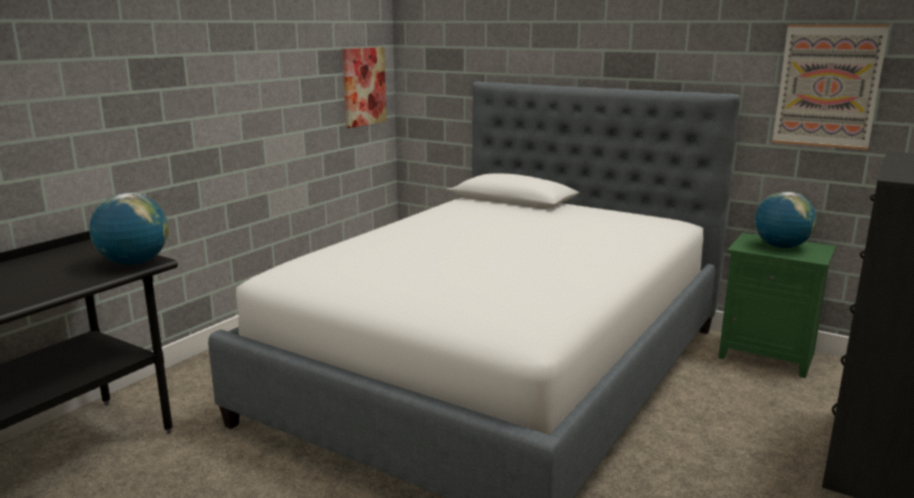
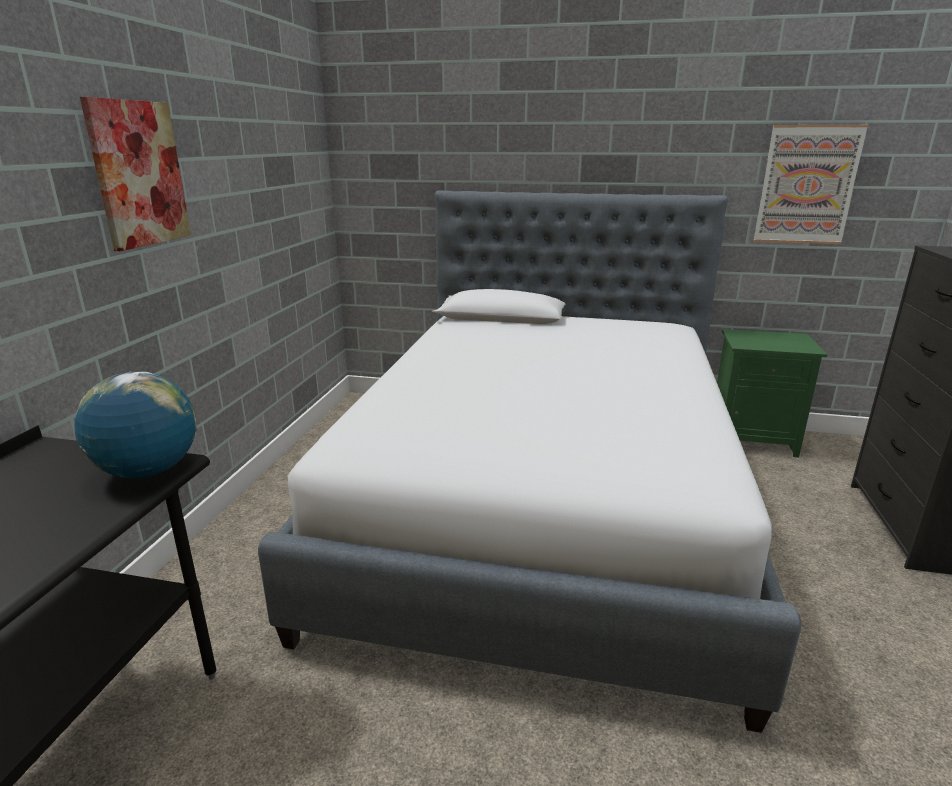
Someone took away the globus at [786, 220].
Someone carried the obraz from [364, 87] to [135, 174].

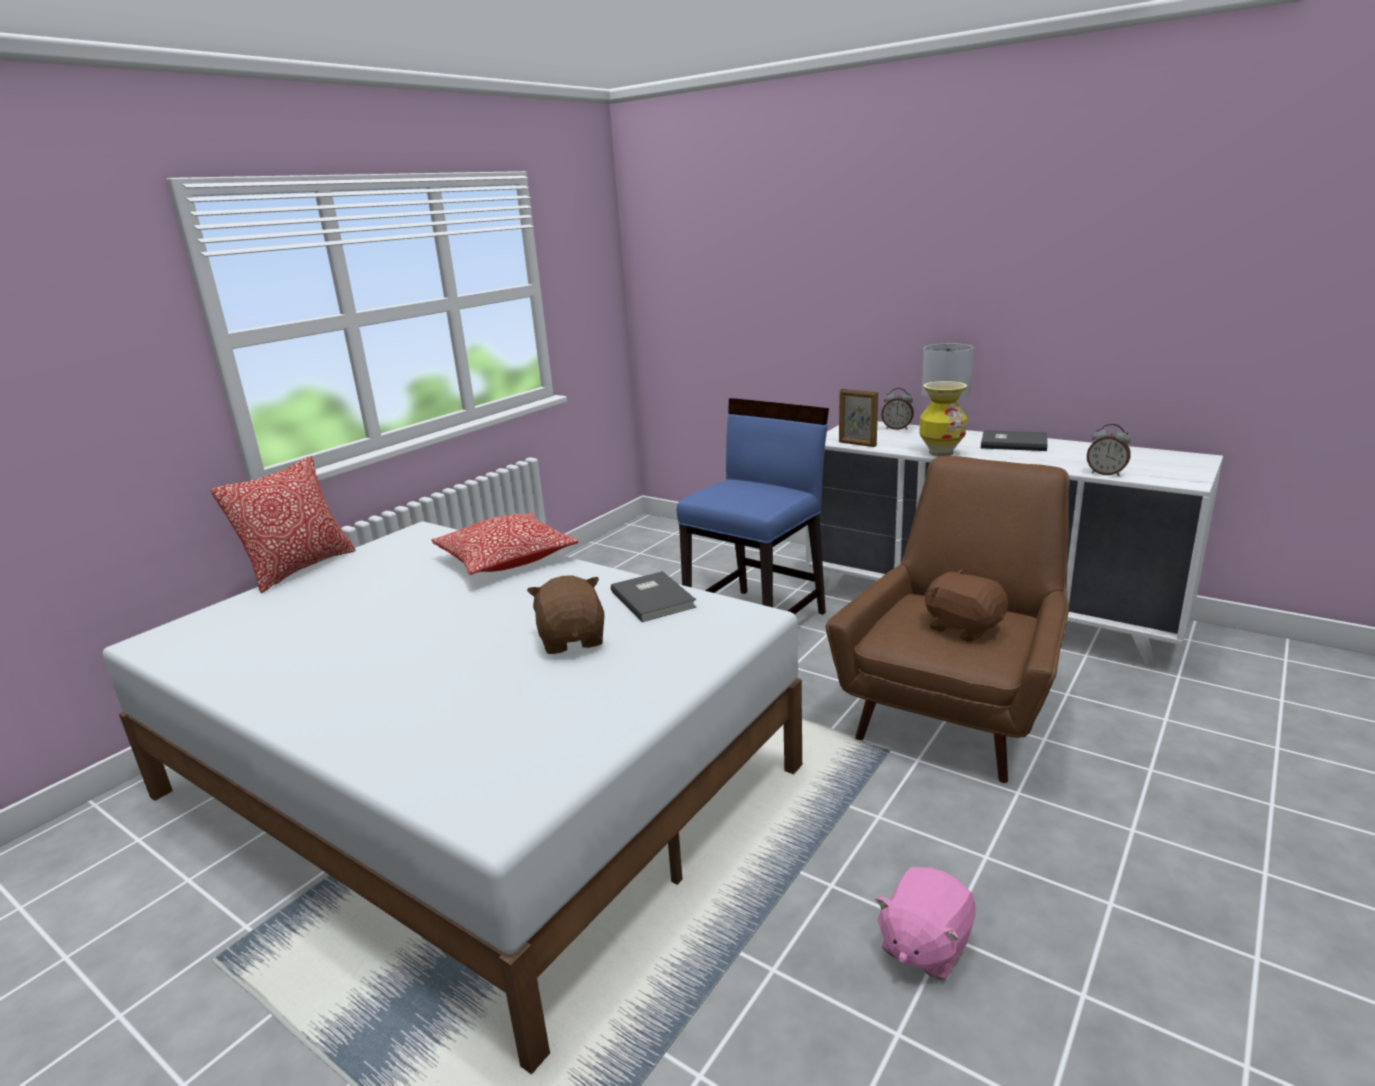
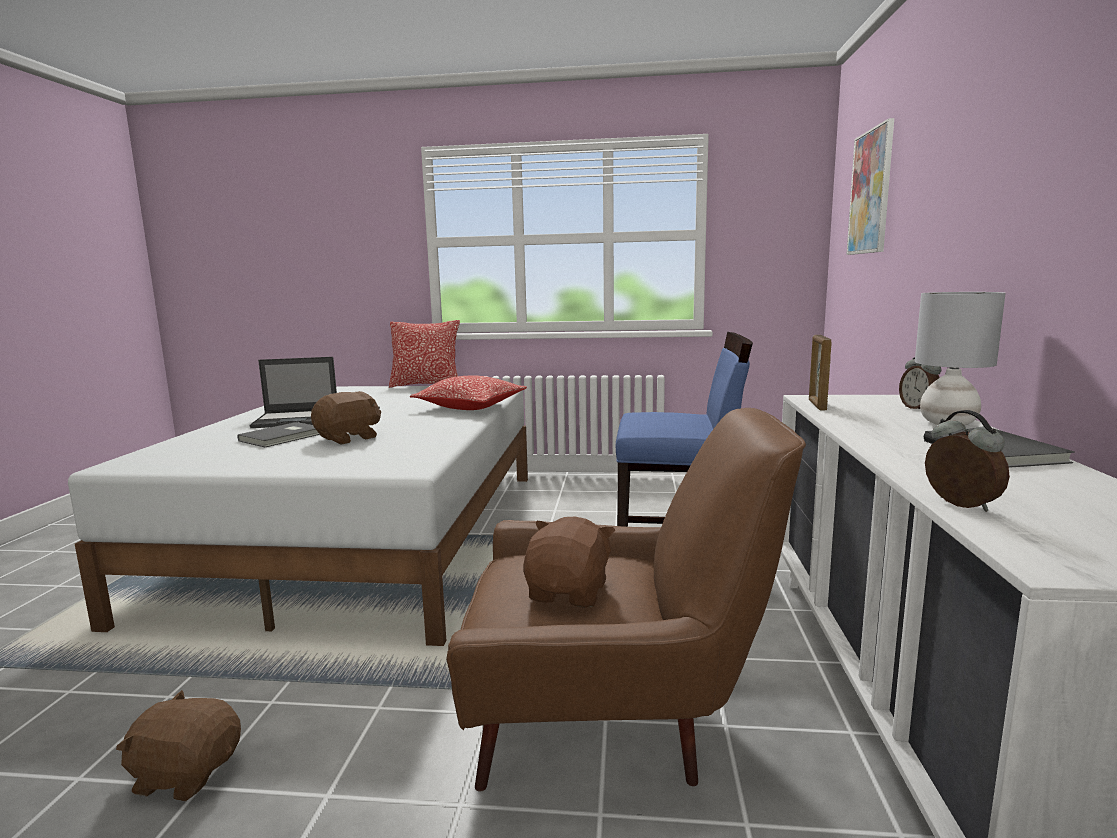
Someone took away the wazon at [943, 419].
Someone put down the laptop at [293, 392].
Someone put up the obraz at [870, 186].
Someone carried the książka (szary) from [653, 596] to [279, 434].
Someone repainted the pluszak (różowy) at [925, 923], which became the pluszak (brązowy) at [178, 745].
Someone rotated the budzik at [1109, 450] by 150 degrees clockwise.

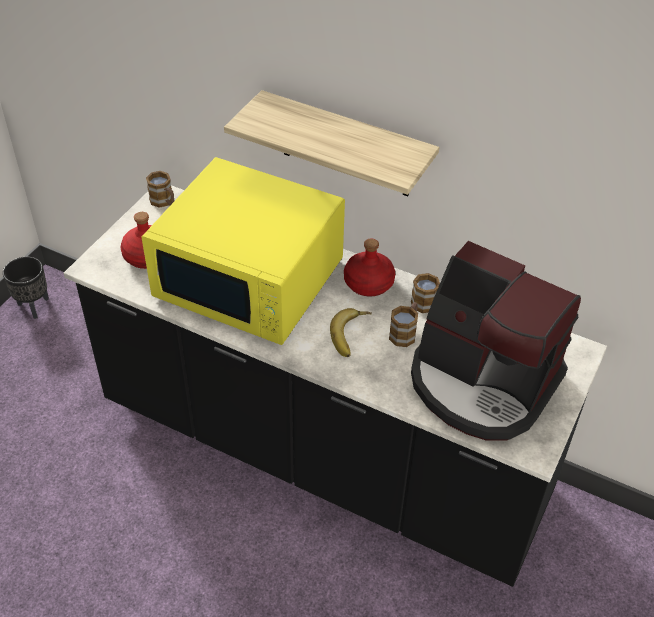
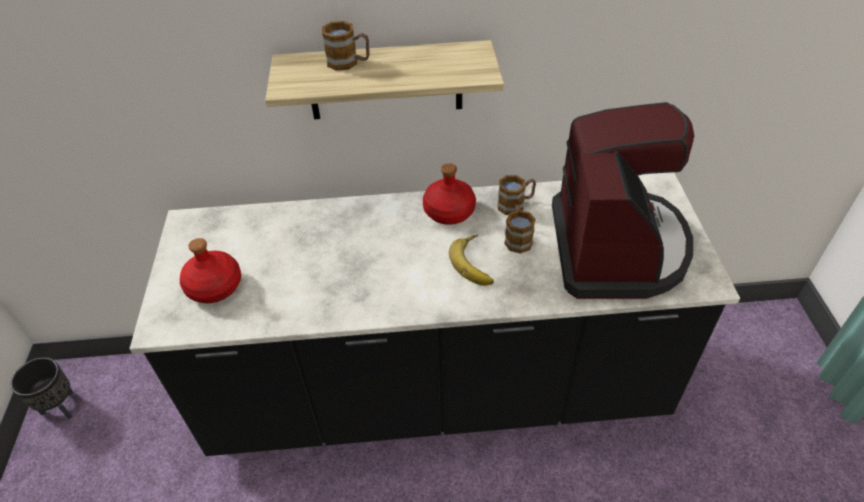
Someone took away the mikrofalówka (żółty) at [243, 251].
Someone carried the kubek from [160, 189] to [345, 46].
Someone rotated the ekspres do kawy at [496, 341] by 90 degrees counterclockwise.

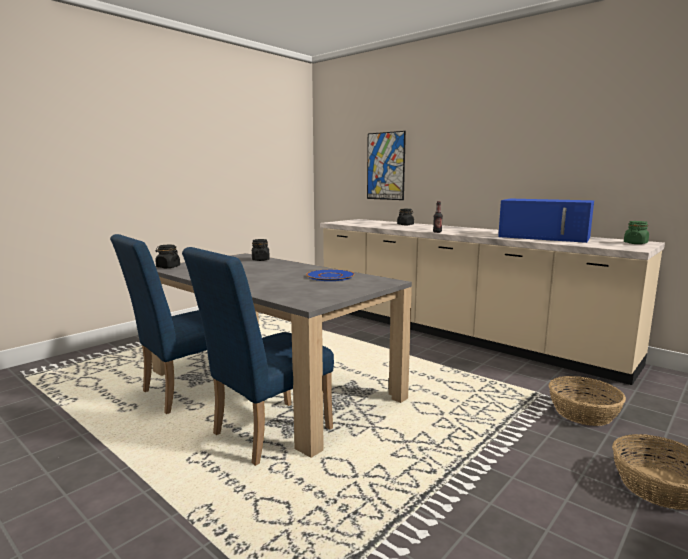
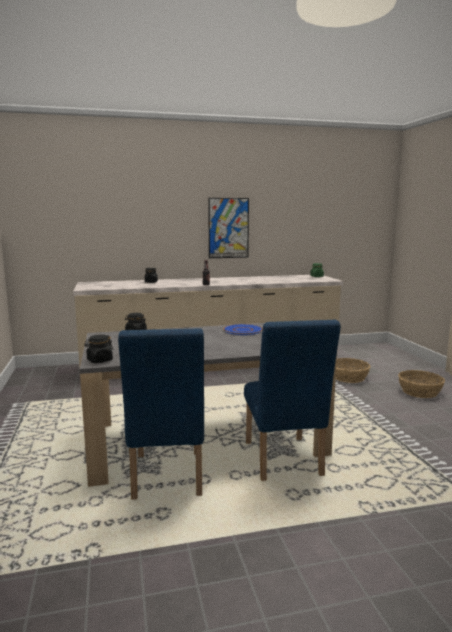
Someone took away the mikrofalówka (niebieski) at [546, 221].
Someone carried the obraz from [386, 165] to [228, 228].

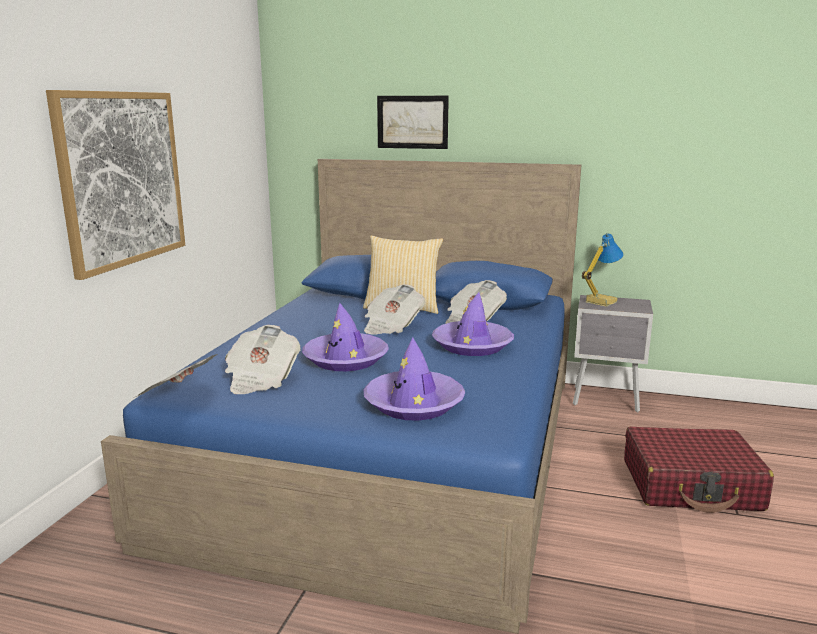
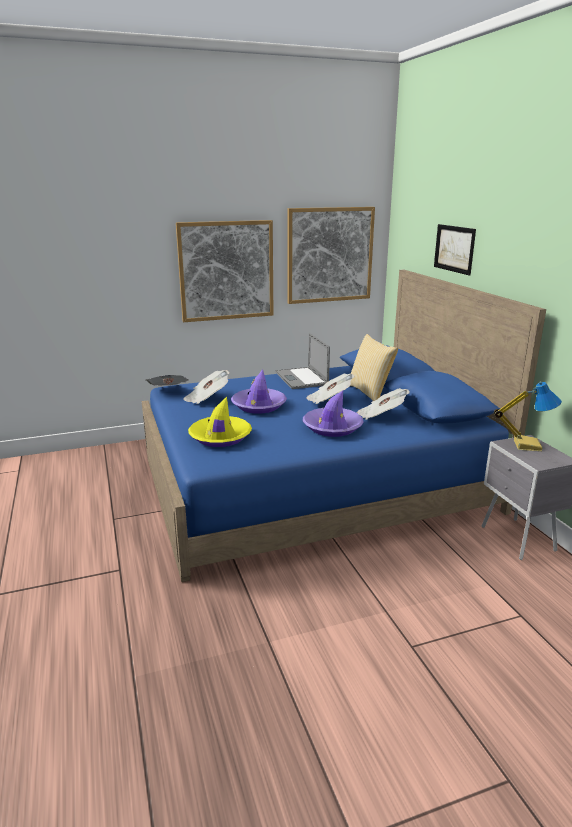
Someone took away the walizka (czerwony) at [699, 469].
Someone put down the laptop at [302, 361].
Someone put up the obraz at [331, 255].
Someone repainted the kapelusz (fioletowy) at [414, 379], which became the kapelusz (żółty) at [220, 422].

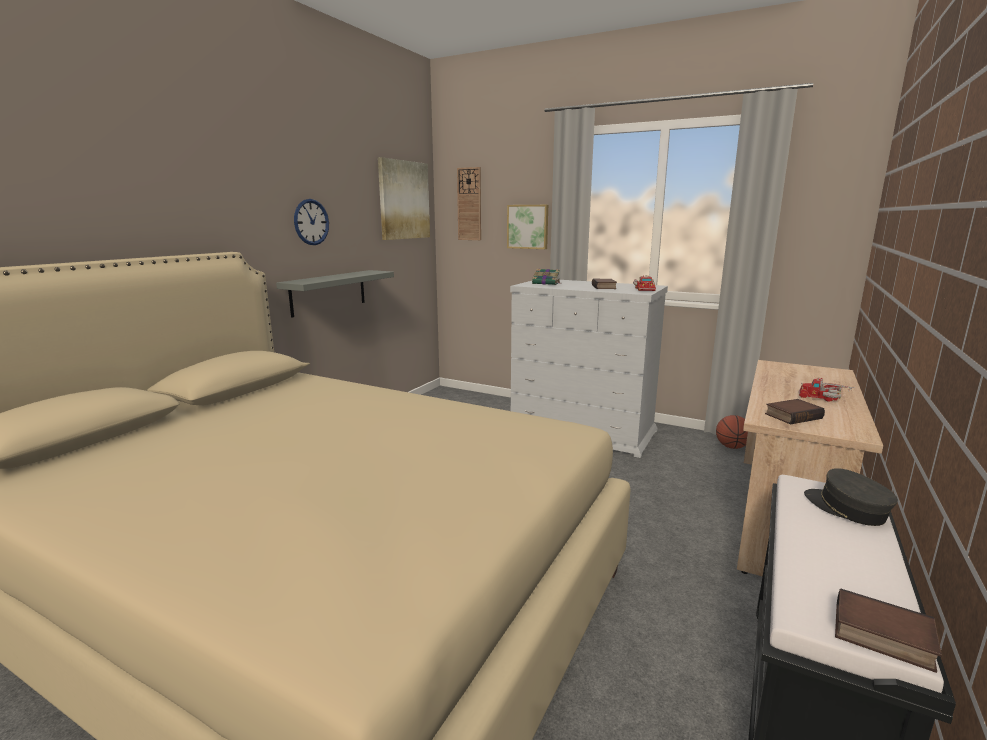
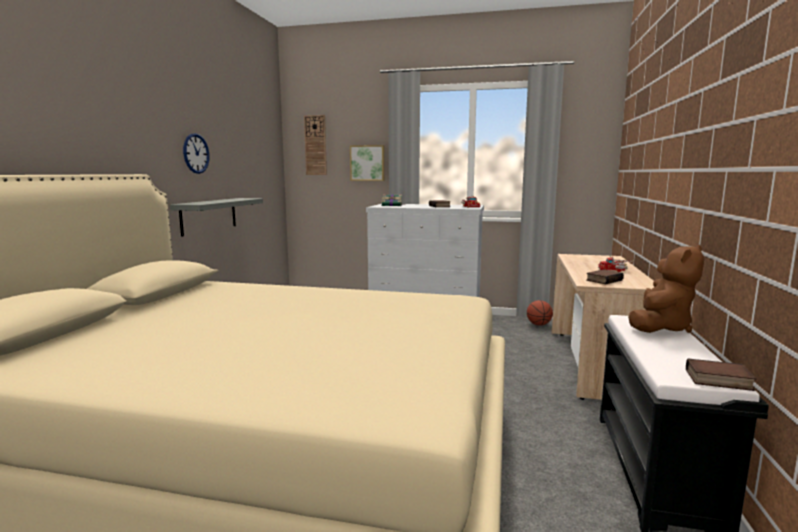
Someone took away the obraz at [404, 198].
Someone swapped the czapka z daszkiem (szary) at [851, 497] for the pluszak (brązowy) at [666, 289].

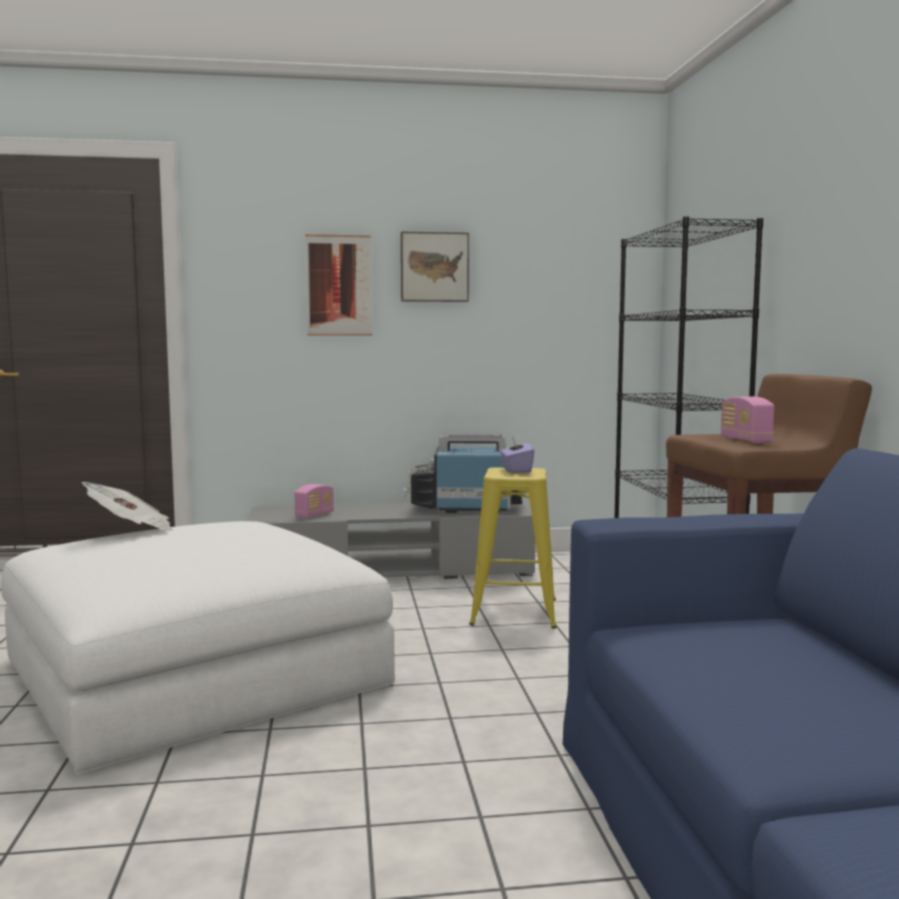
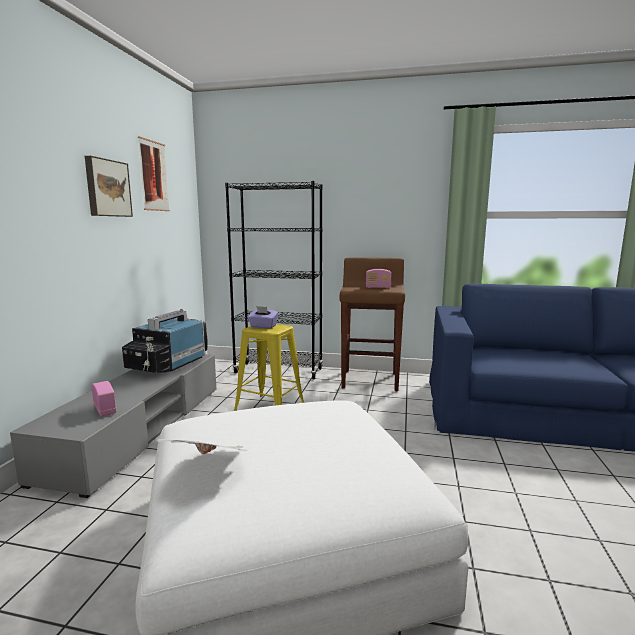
Someone carried the obraz from [338, 285] to [154, 173].

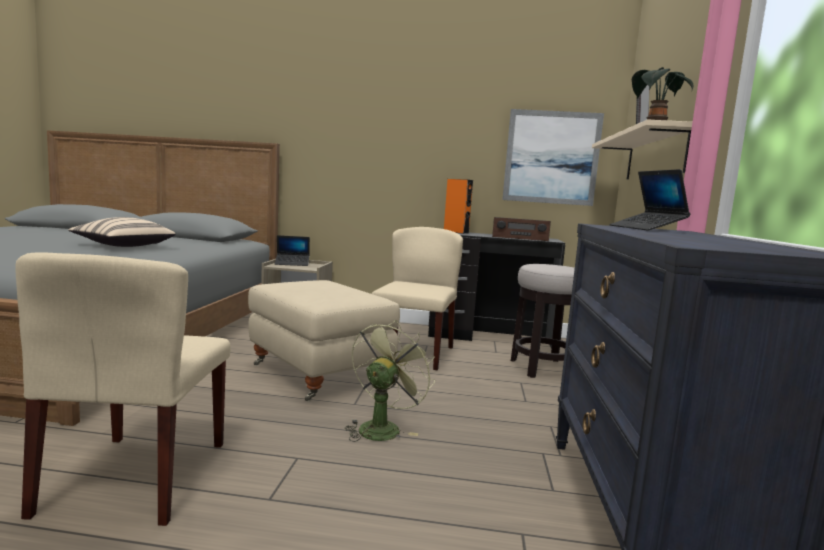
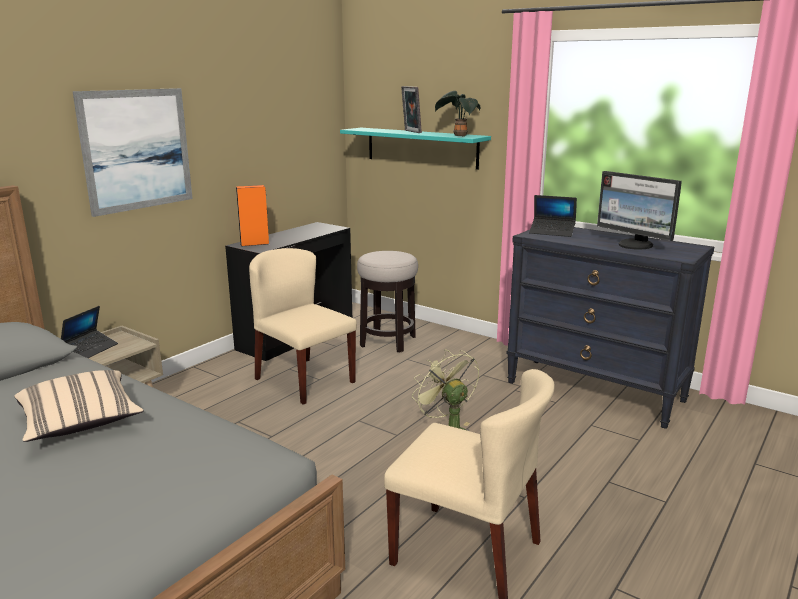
Someone took away the pufa (beżowy) at [324, 341].
Someone took away the radio at [521, 229].
Someone put down the monitor at [639, 210].
Someone carried the obraz from [553, 157] to [133, 152].
Someone repainted the półka (beżowy) at [642, 149], which became the półka (turkusowy) at [415, 149].

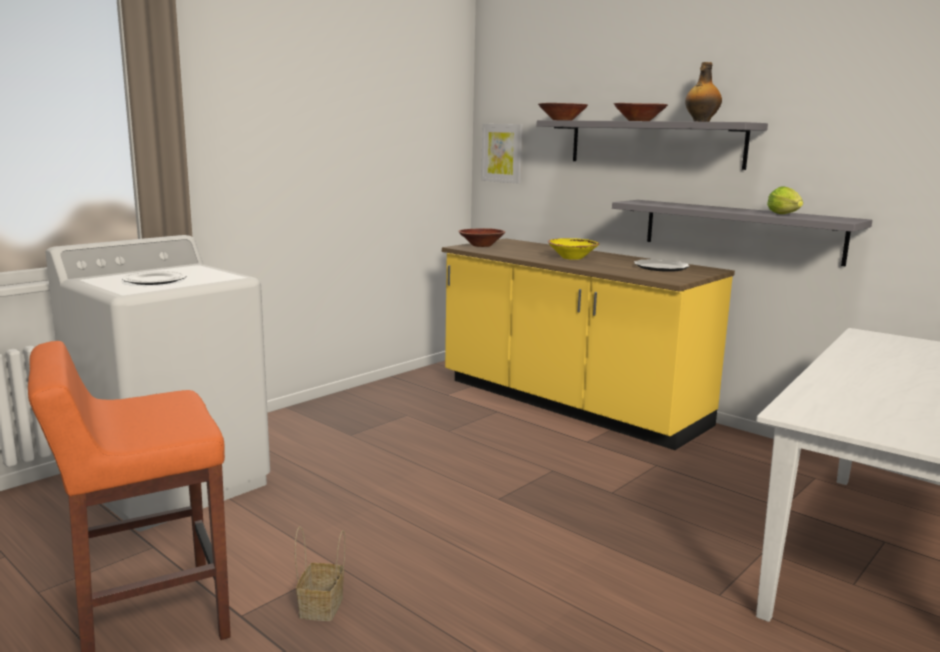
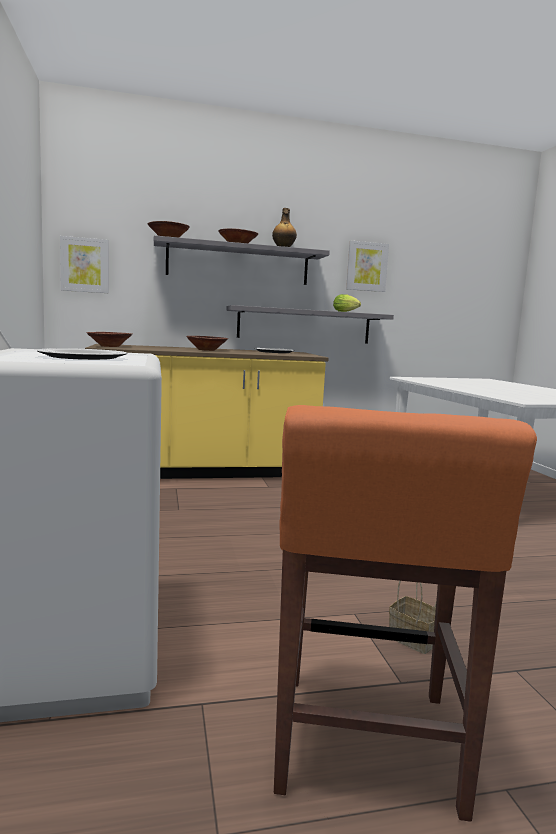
Someone put up the obraz at [367, 266].
Someone repainted the miska (żółty) at [574, 249], which became the miska (brązowy) at [207, 343].

